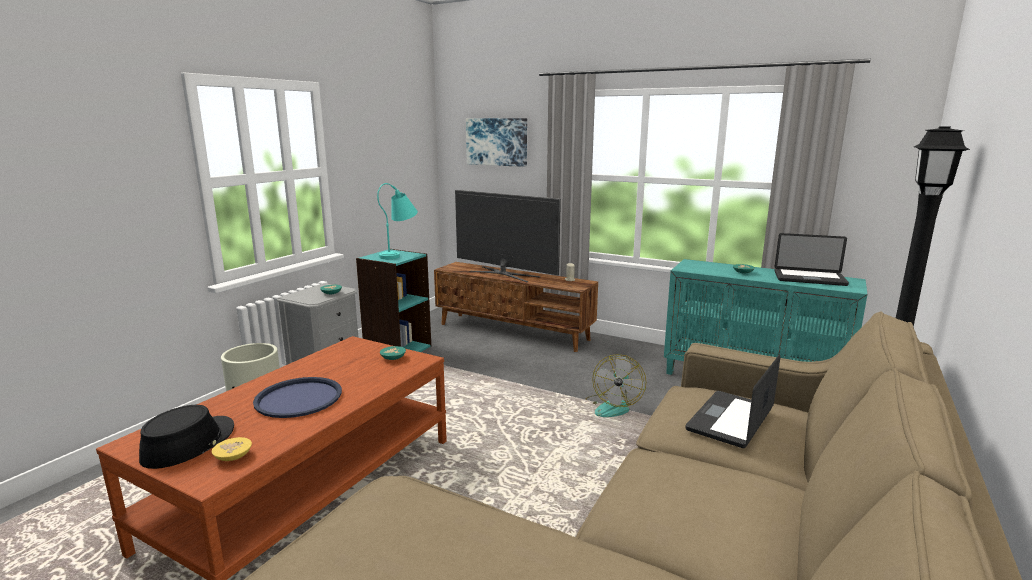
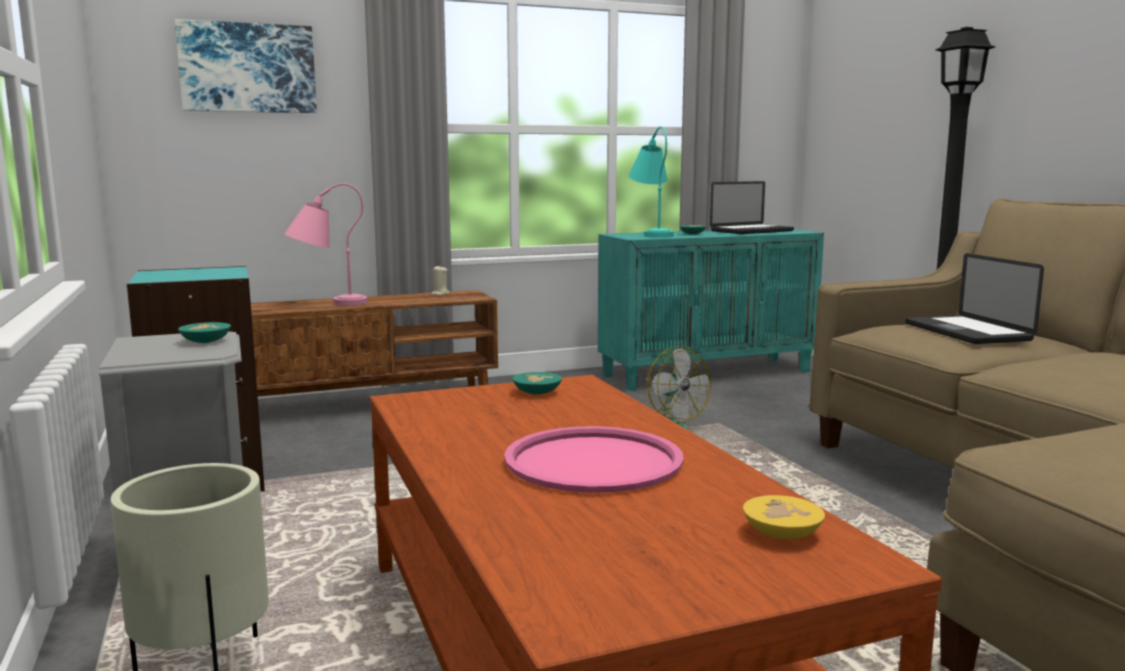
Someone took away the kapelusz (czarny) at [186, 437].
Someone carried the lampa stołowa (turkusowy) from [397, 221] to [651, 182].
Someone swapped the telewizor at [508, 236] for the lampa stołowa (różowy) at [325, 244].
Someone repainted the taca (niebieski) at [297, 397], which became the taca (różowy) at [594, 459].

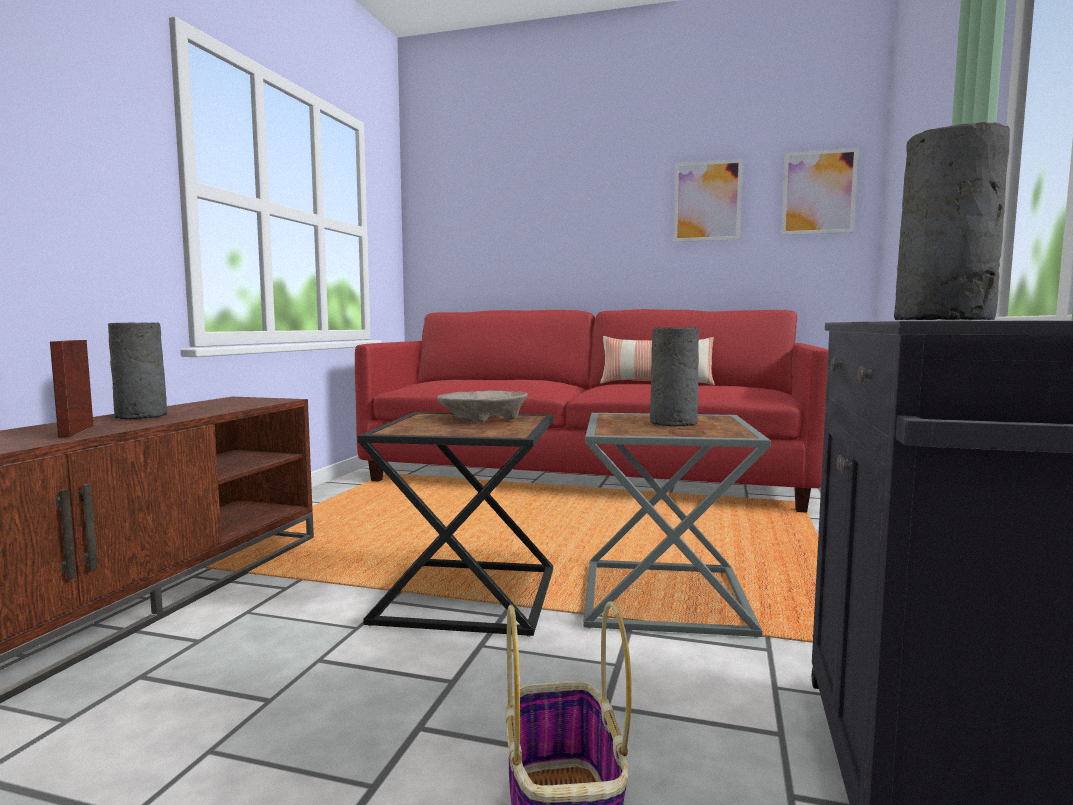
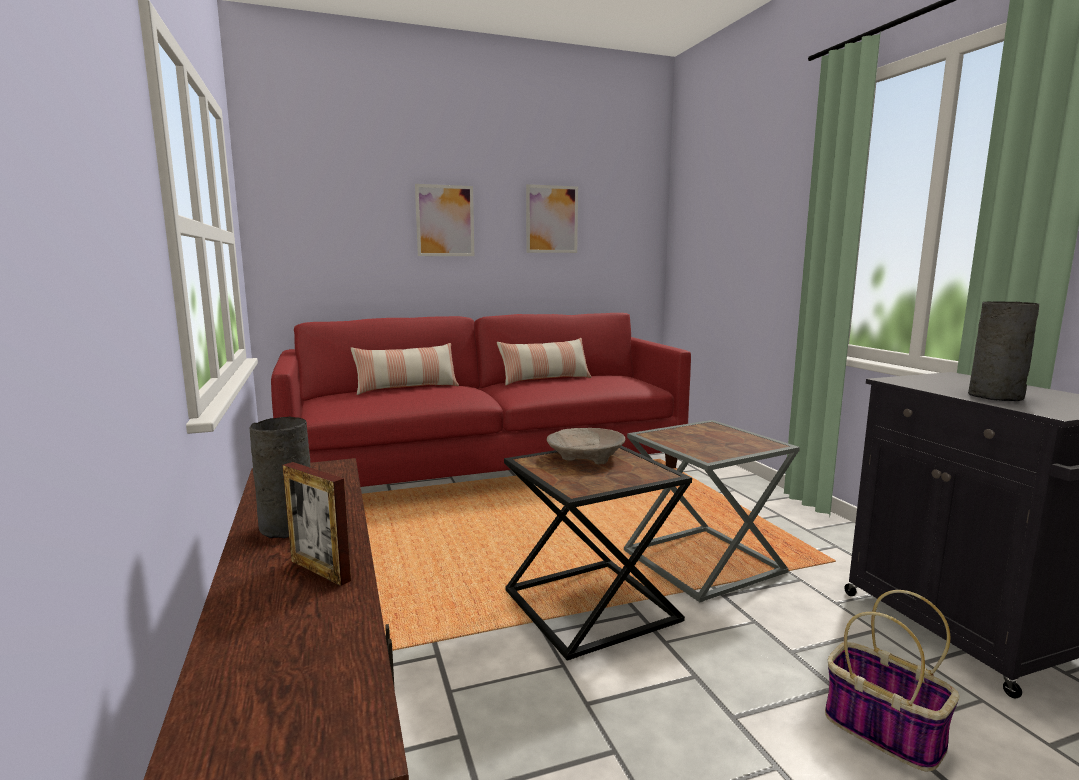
Someone took away the wazon (szary) at [674, 377].
Someone put down the poduszka at [405, 369].
Someone carried the obraz from [819, 191] to [444, 220].

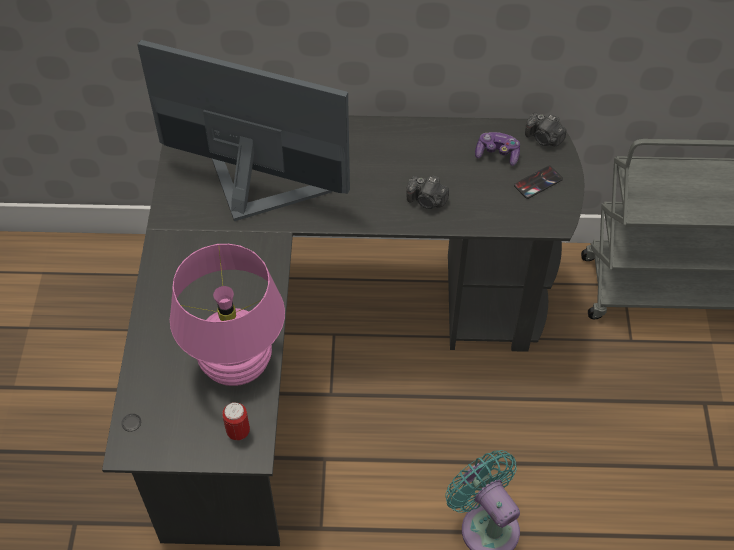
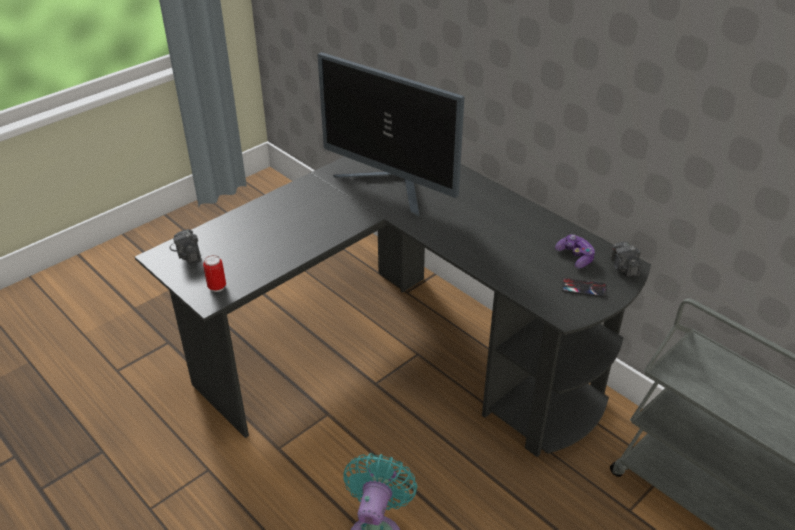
Someone took away the lampa stołowa (różowy) at [227, 315].
Someone carried the aparat fotograficzny from [427, 192] to [187, 246].
Someone rotated the monitor at [243, 130] by 150 degrees clockwise.

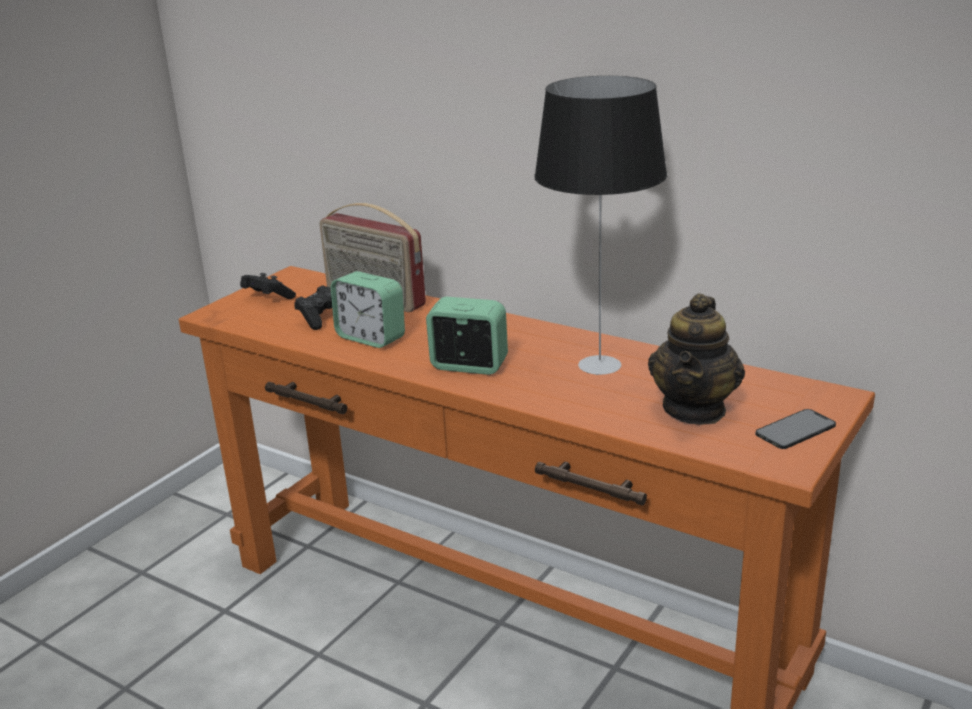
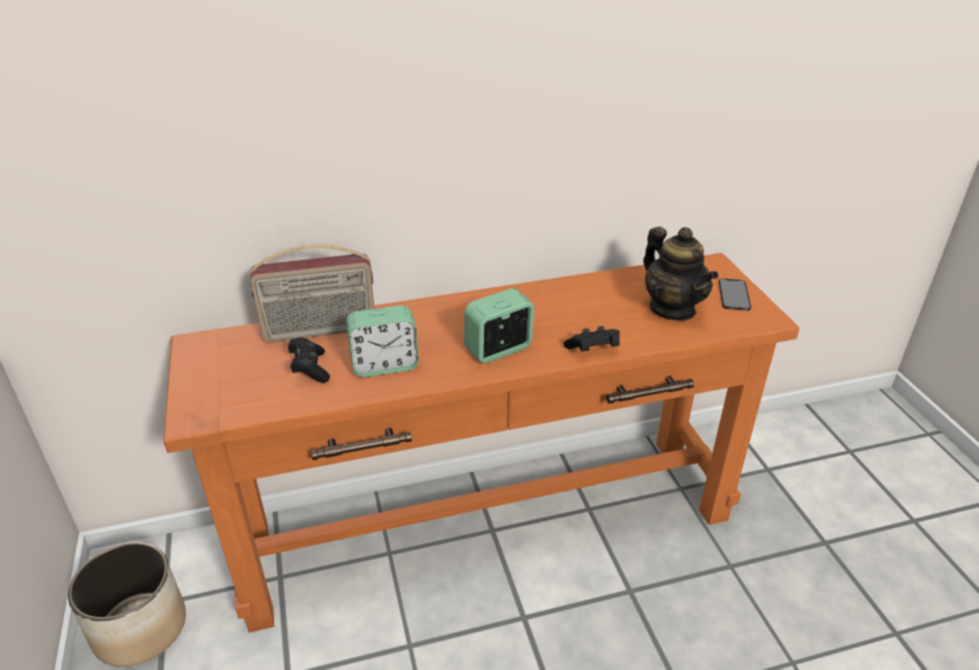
Someone took away the lampa stołowa at [600, 225].
Someone put down the donica at [127, 604].
Someone carried the pad do gier (czarny) from [268, 286] to [592, 338].

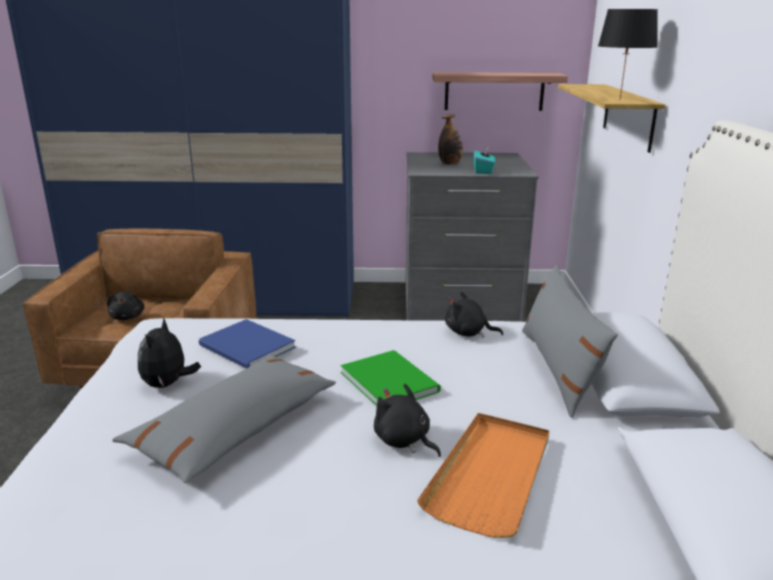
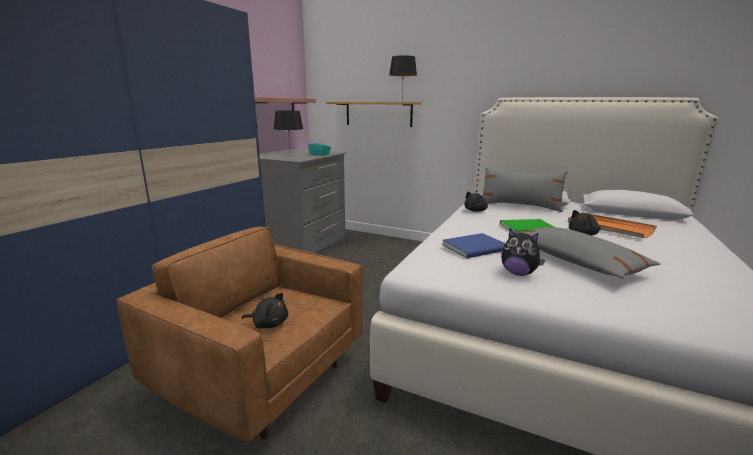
Someone swapped the butelka at [450, 139] for the lampa stołowa (czarny) at [288, 129].

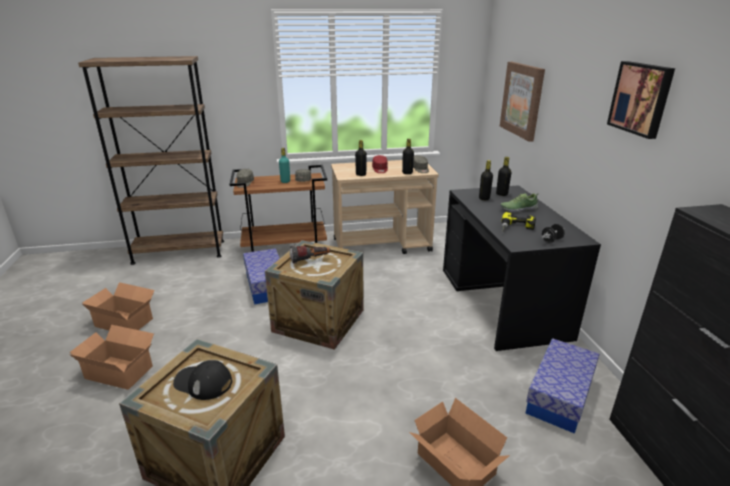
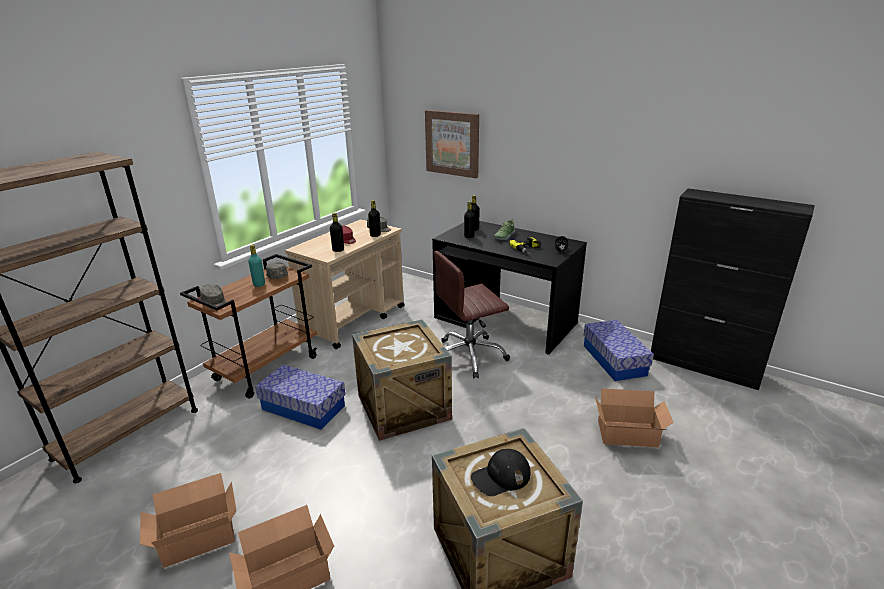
Someone took away the latarka at [310, 254].
Someone took away the obraz at [641, 100].
Someone put down the krzesło biurowe (brązowy) at [472, 314].

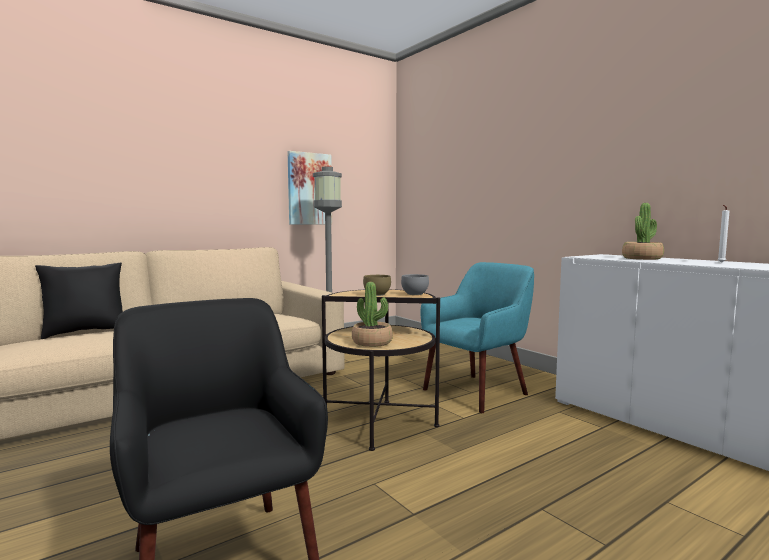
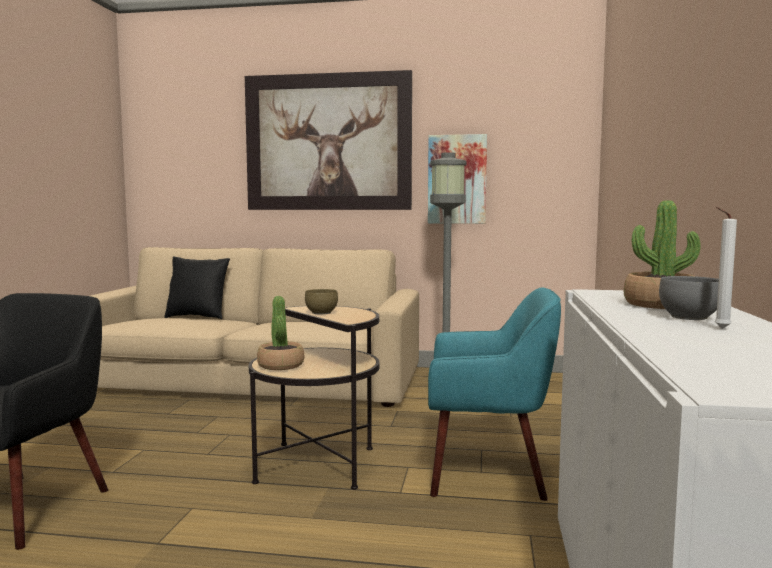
Someone put up the obraz at [328, 140].
Someone carried the miska (szary) from [415, 284] to [689, 298].

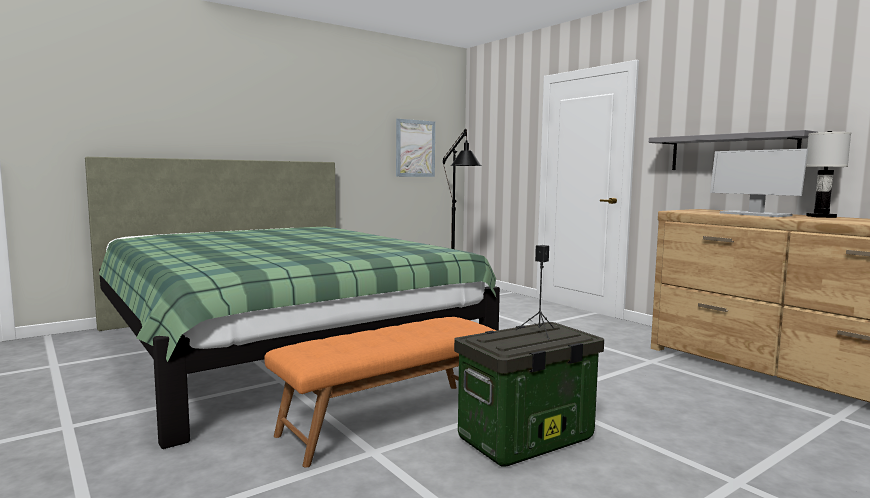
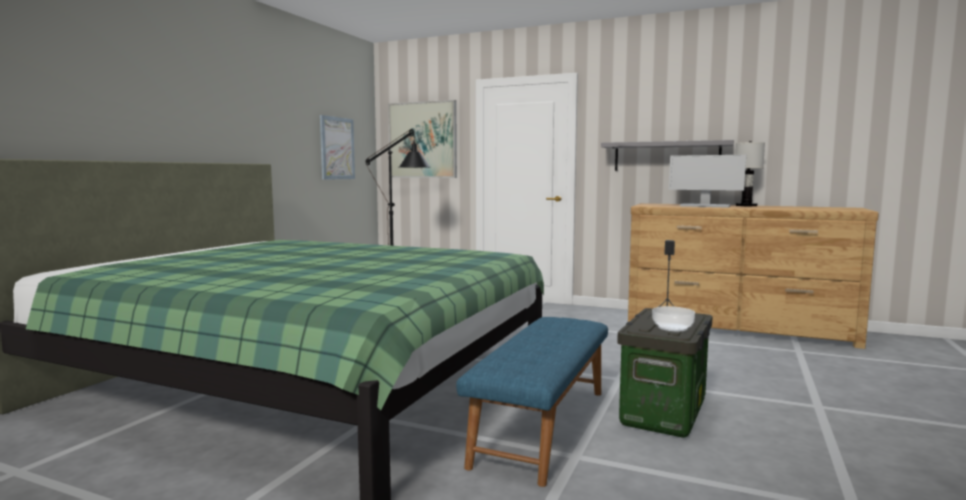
Someone put up the obraz at [422, 139].
Someone put down the miska at [673, 319].
Someone repainted the ławka (pomarańczowy) at [380, 392], which became the ławka (niebieski) at [532, 402].

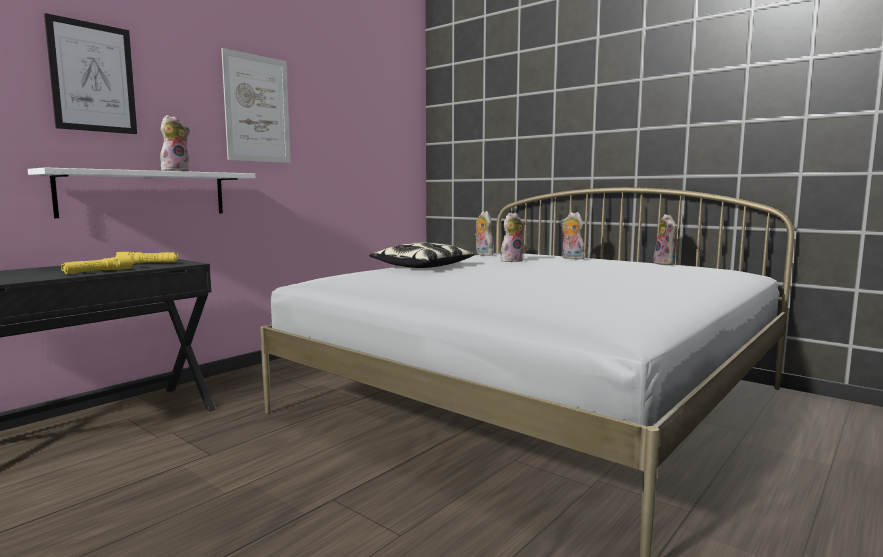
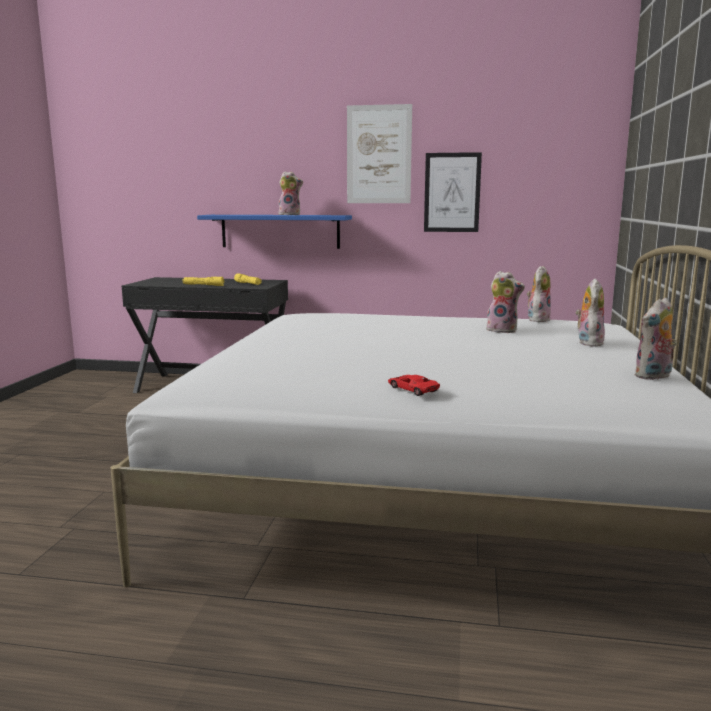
Someone took away the poduszka at [422, 255].
Someone put down the samochodzik (czerwony) at [414, 385].
Someone carried the obraz from [90, 73] to [453, 192].
Someone repainted the półka (biały) at [141, 192], which became the półka (niebieski) at [274, 232].

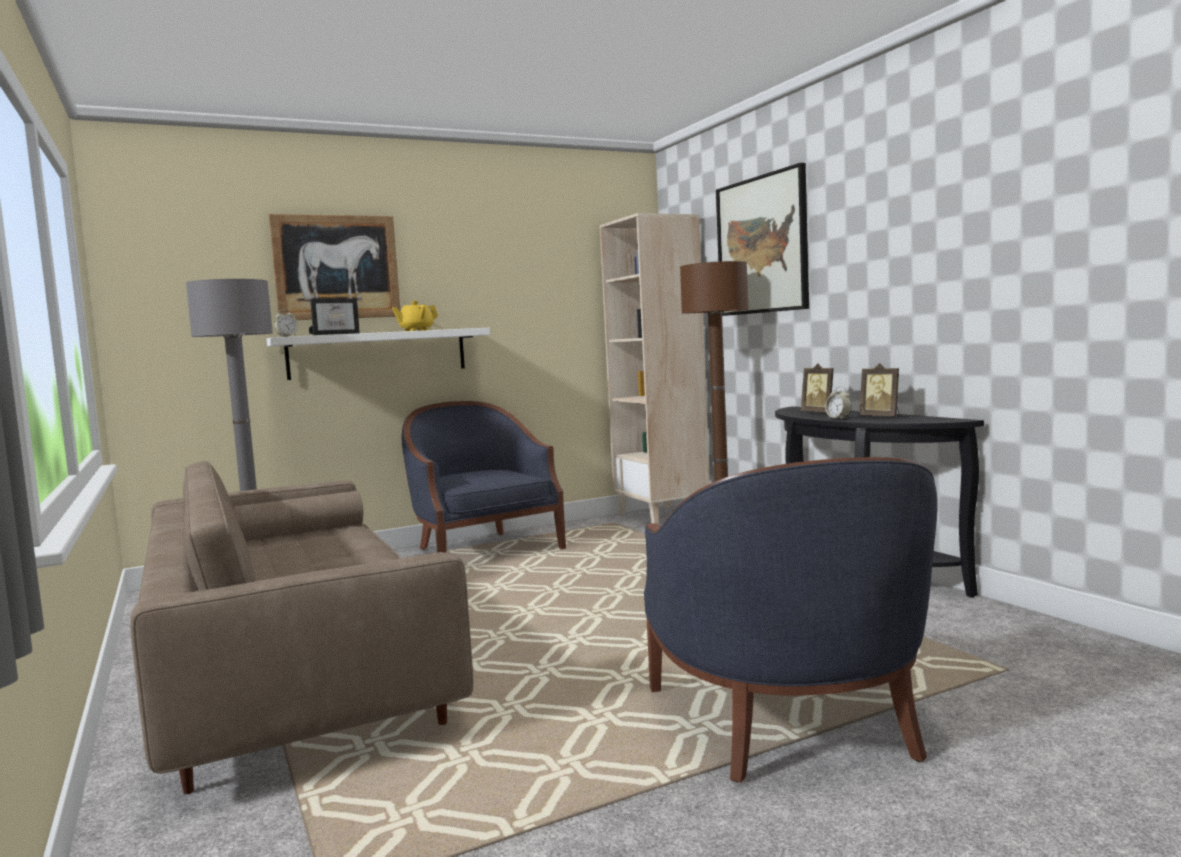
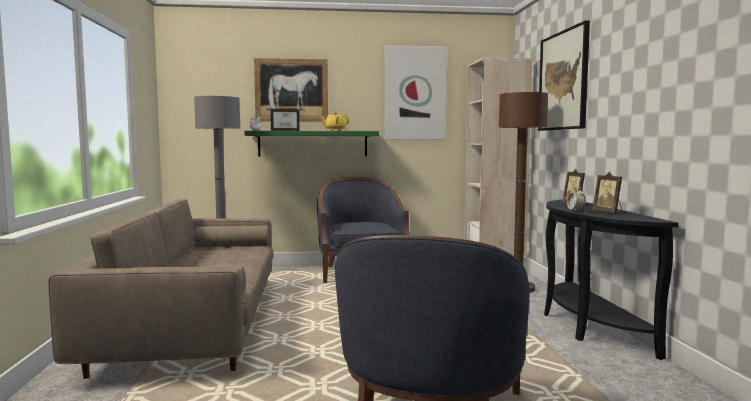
Someone put up the obraz at [416, 92].
Someone repainted the półka (biały) at [378, 354], which became the półka (zielony) at [311, 144].

